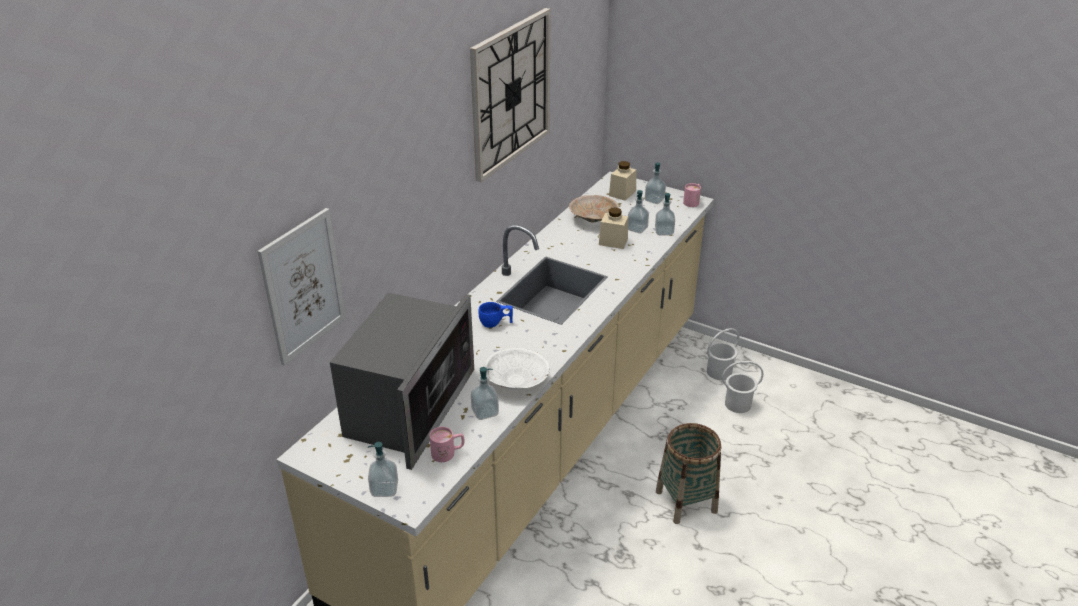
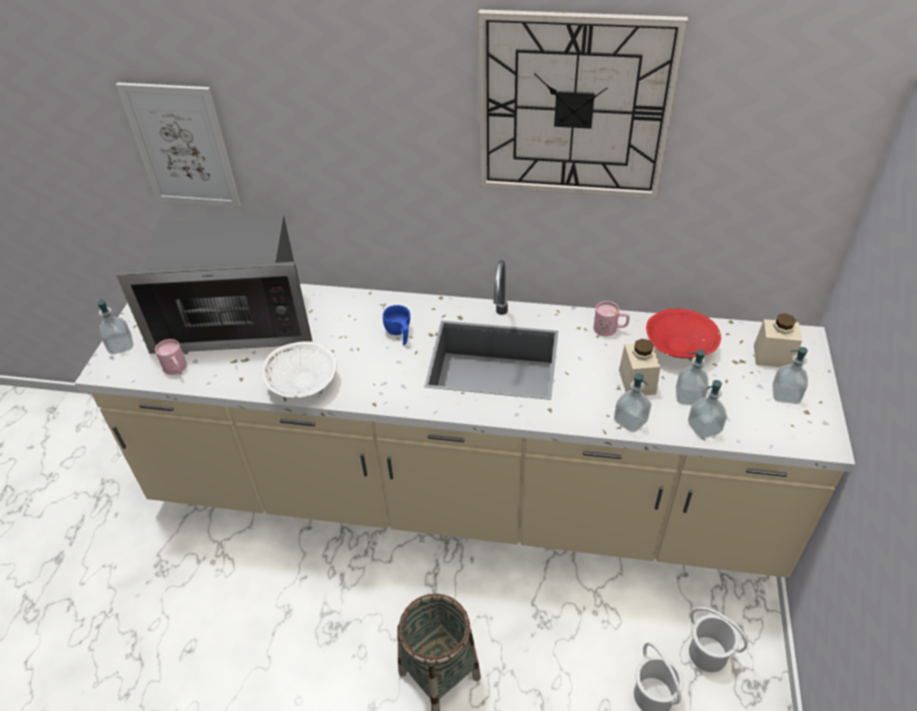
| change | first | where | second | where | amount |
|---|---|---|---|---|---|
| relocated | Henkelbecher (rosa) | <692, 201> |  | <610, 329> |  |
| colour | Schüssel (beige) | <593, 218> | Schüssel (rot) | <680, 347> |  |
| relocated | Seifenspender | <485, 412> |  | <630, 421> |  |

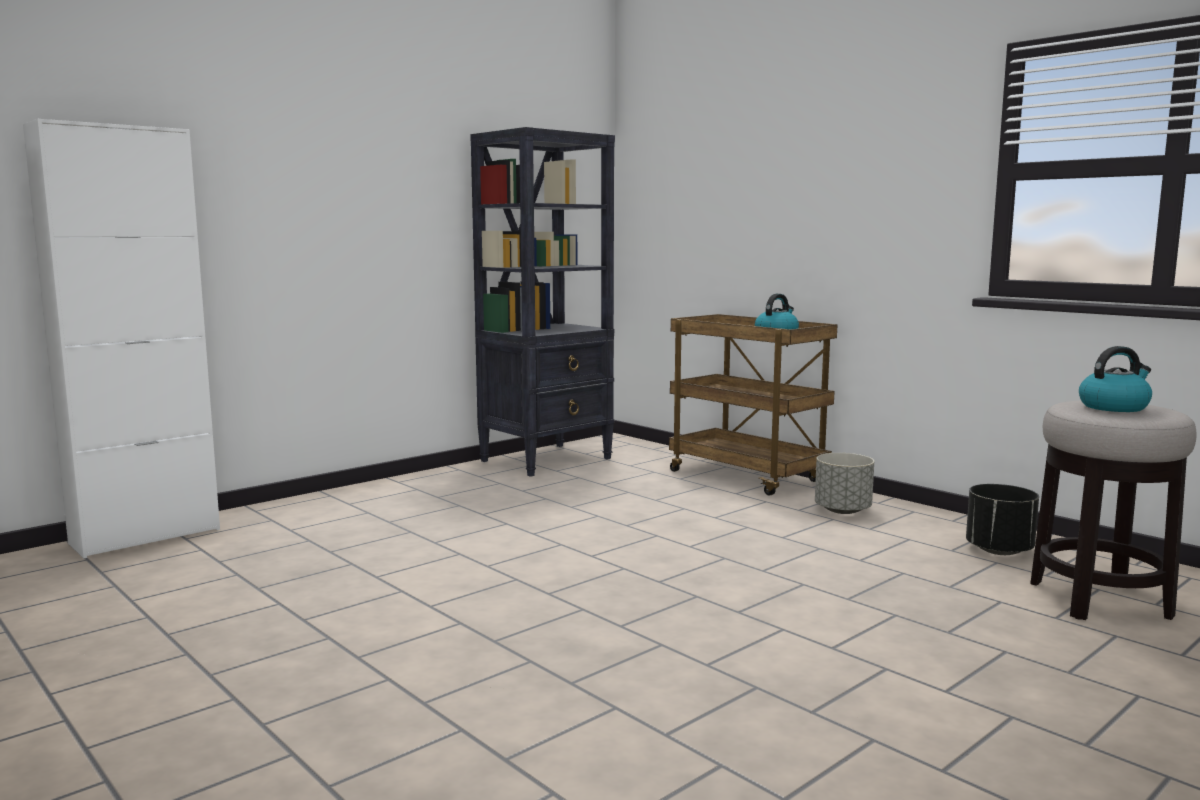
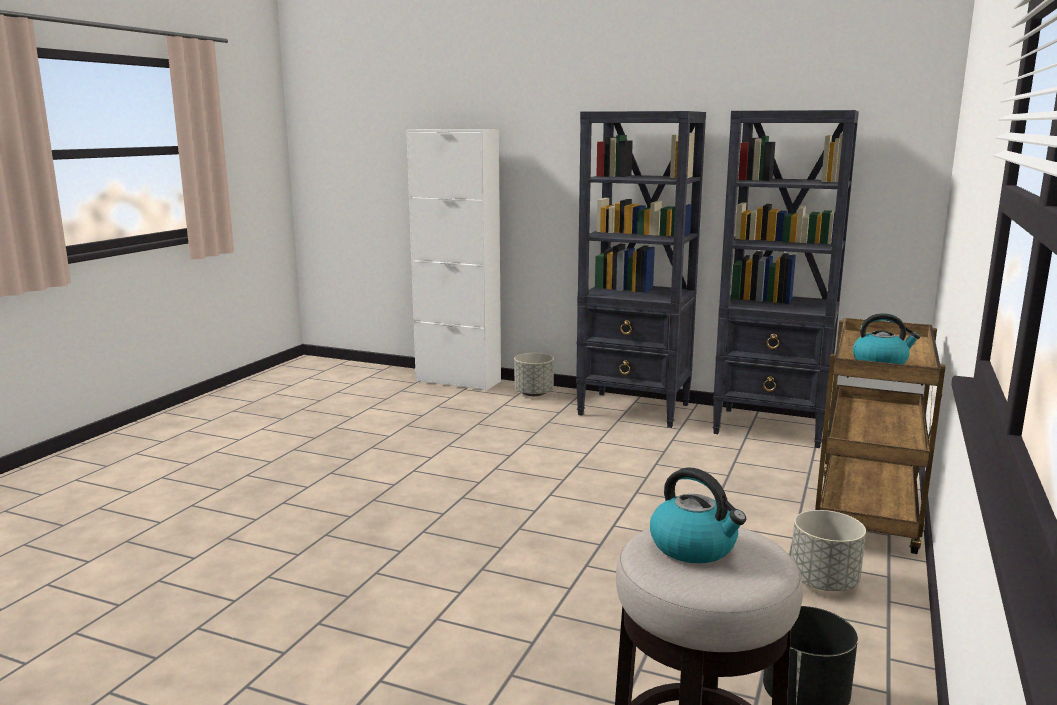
| change | first | where | second | where | amount |
|---|---|---|---|---|---|
| appeared |  |  | Bücherregal (schwarz) | <635, 410> |  |
| appeared |  |  | Pflanzkübel (grau) | <533, 393> |  |

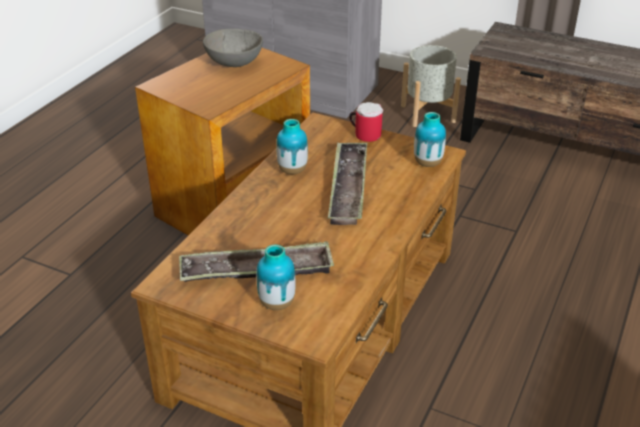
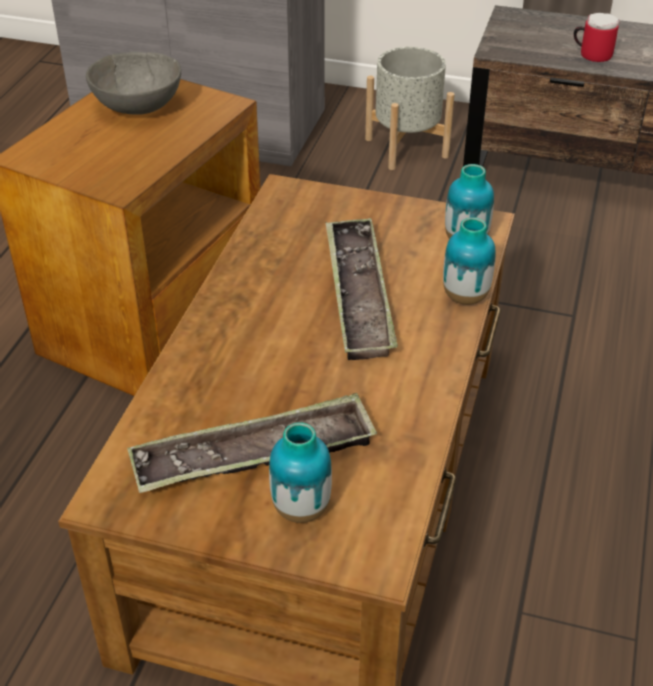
| change | first | where | second | where | amount |
|---|---|---|---|---|---|
| relocated | Henkelbecher | <365, 134> |  | <591, 54> |  |
| relocated | Vase | <292, 170> |  | <465, 297> |  |

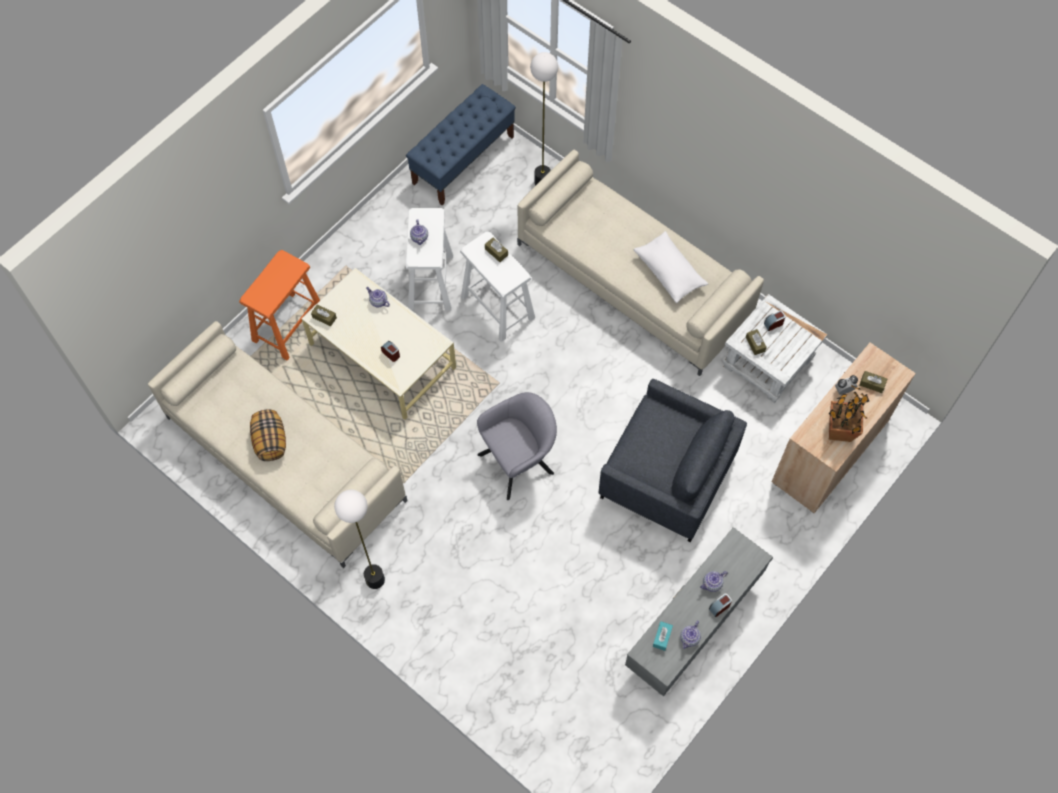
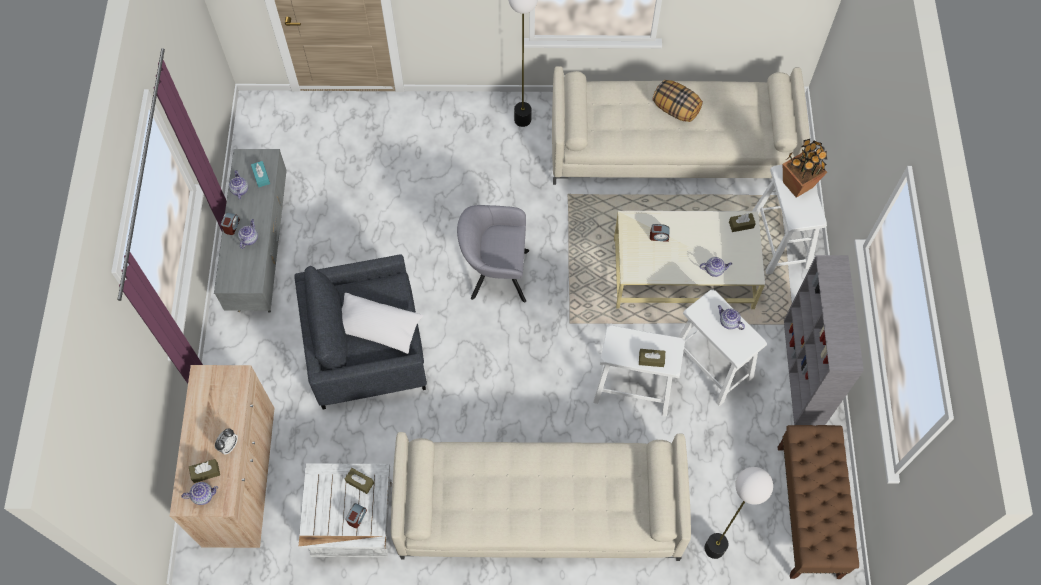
| change | first | where | second | where | amount |
|---|---|---|---|---|---|
| colour | Bank (blau) | <463, 159> | Bank (braun) | <808, 511> |  |
| relocated | Kissen (weiß) | <669, 272> |  | <377, 328> |  |
| colour | Hocker (orange) | <289, 325> | Hocker (weiß) | <780, 241> |  |
| relocated | Topfpflanze | <839, 431> |  | <798, 184> |  |
| spun | Sessel (grau) | <519, 461> |  | <495, 273> | 75 degrees clockwise |
| appeared |  |  | Bücherregal (grau) | <804, 373> |  |
| appeared |  |  | Teekanne | <203, 495> |  |

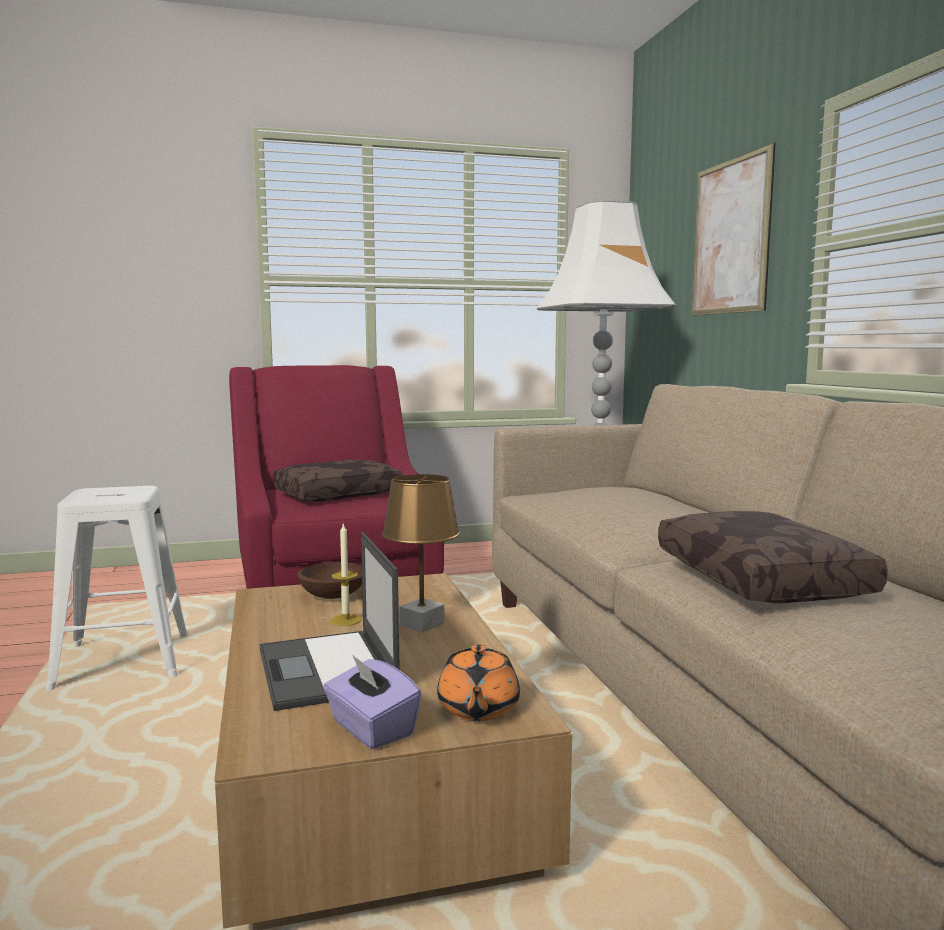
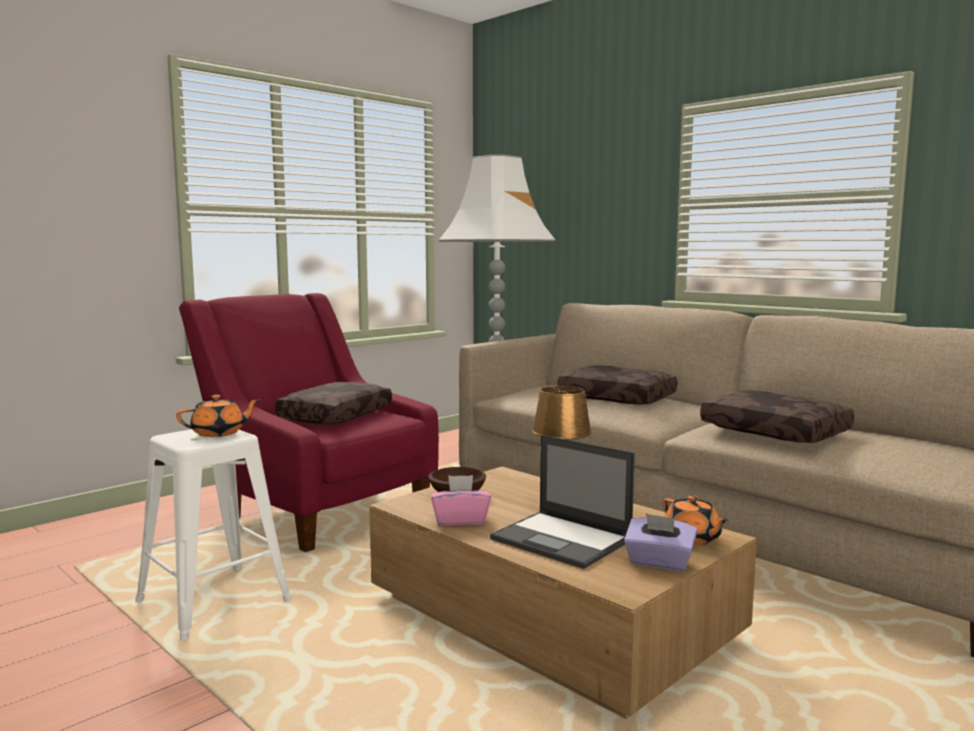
| change | first | where | second | where | amount |
|---|---|---|---|---|---|
| missing | Bild | <730, 237> |  |  |  |
| missing | Kerze | <345, 620> |  |  |  |
| appeared |  |  | Kissen (braun) | <618, 398> |  |
| appeared |  |  | Teekanne (orange) | <219, 433> |  |
| appeared |  |  | Taschentuchbox (rosa) | <460, 520> |  |

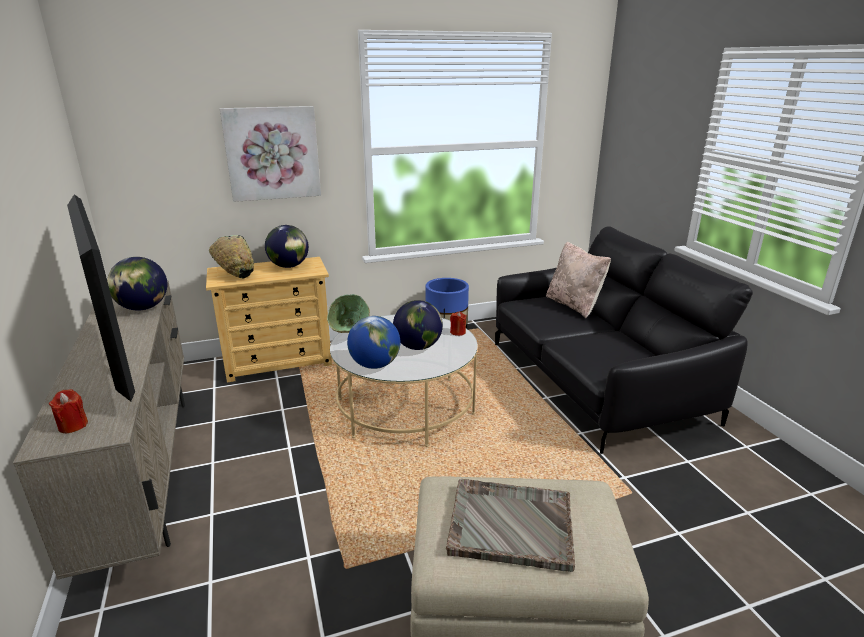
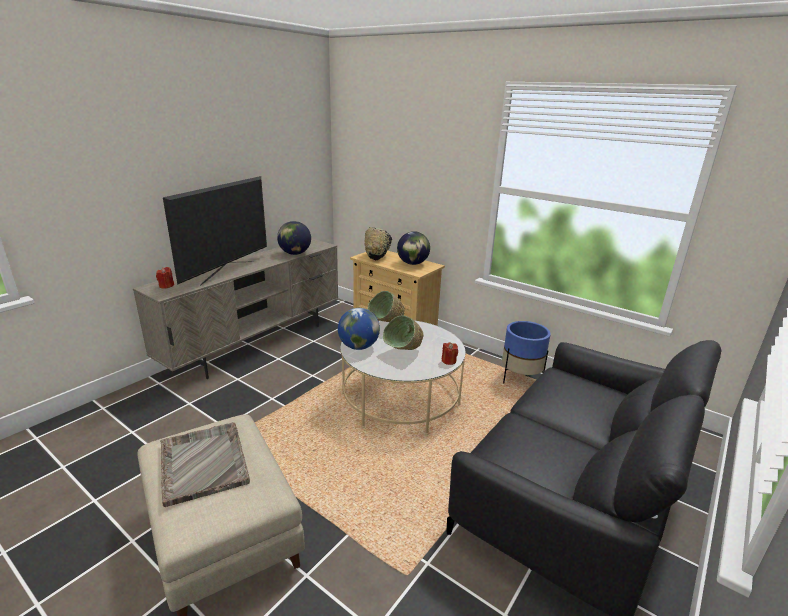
| change | first | where | second | where | amount |
|---|---|---|---|---|---|
| missing | Bild | <272, 153> |  |  |  |
| missing | Kissen (beige) | <574, 305> |  |  |  |
| exchanged | Globus | <418, 347> | Schüssel (grün) | <404, 353> |  |

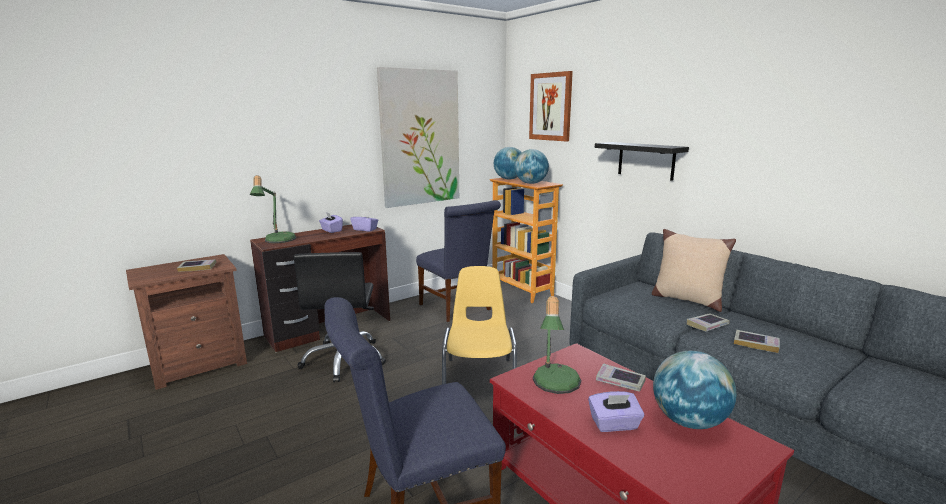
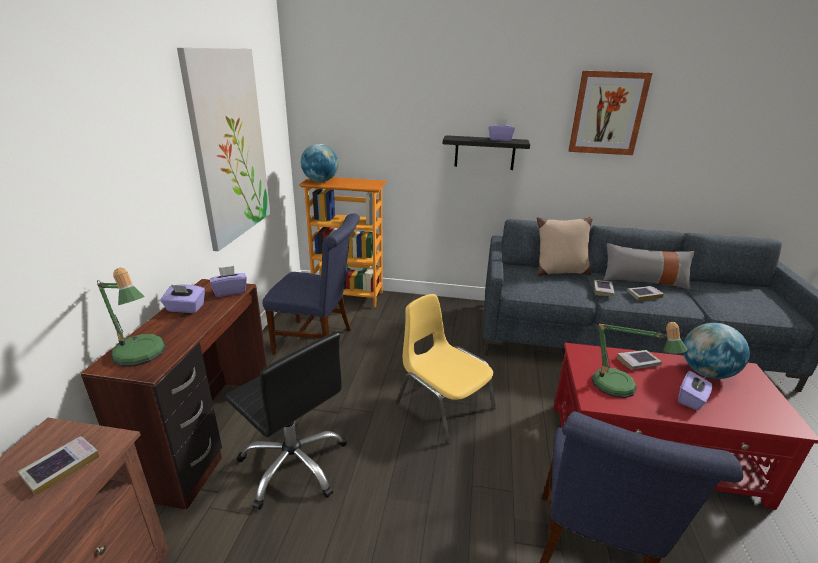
| change | first | where | second | where | amount |
|---|---|---|---|---|---|
| relocated | Bild | <550, 107> |  | <607, 113> |  |
| missing | Globus | <531, 183> |  |  |  |
| appeared |  |  | Taschentuchbox (lila) | <500, 139> |  |
| appeared |  |  | Kissen (grau) | <644, 281> |  |

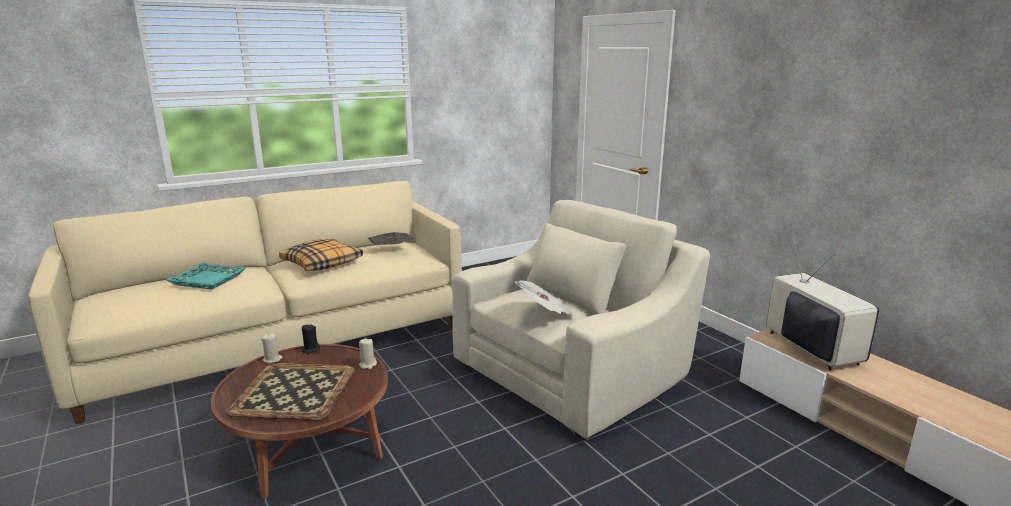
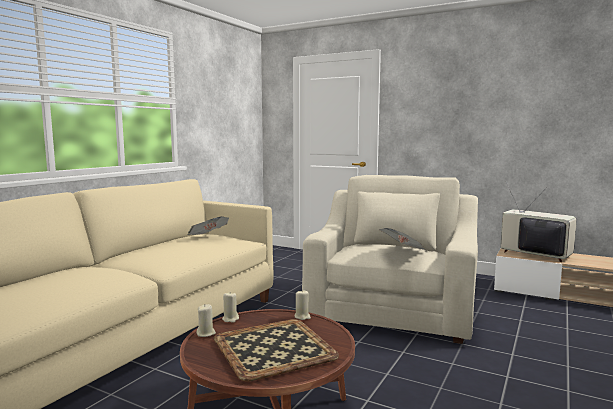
| change | first | where | second | where | amount |
|---|---|---|---|---|---|
| missing | Kissen | <322, 263> |  |  |  |
| missing | Tablett (türkis) | <208, 280> |  |  |  |
| colour | Kerze (schwarz) | <311, 349> | Kerze (beige) | <230, 319> |  |

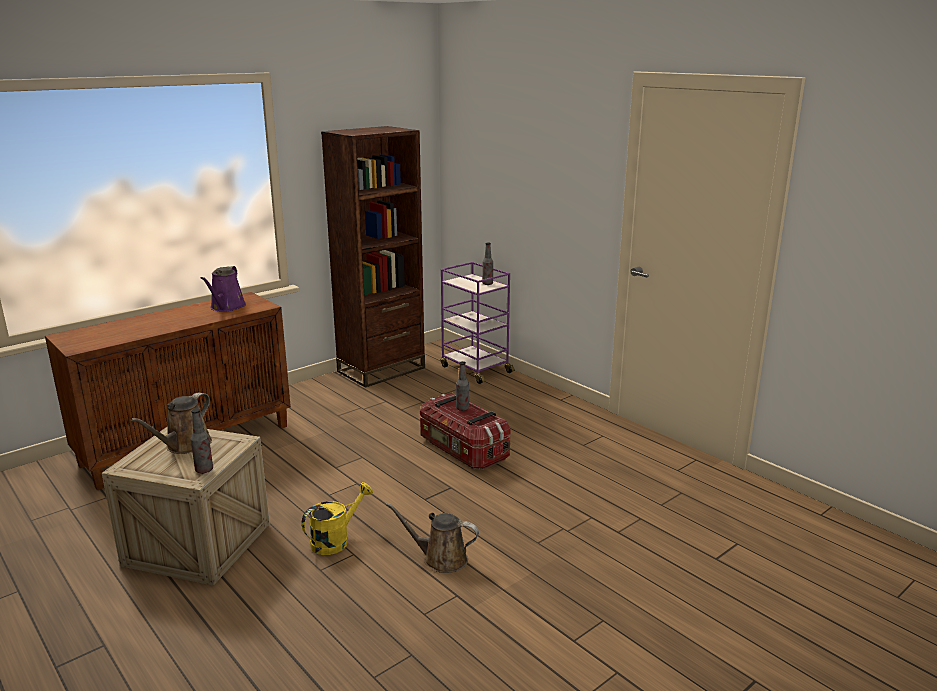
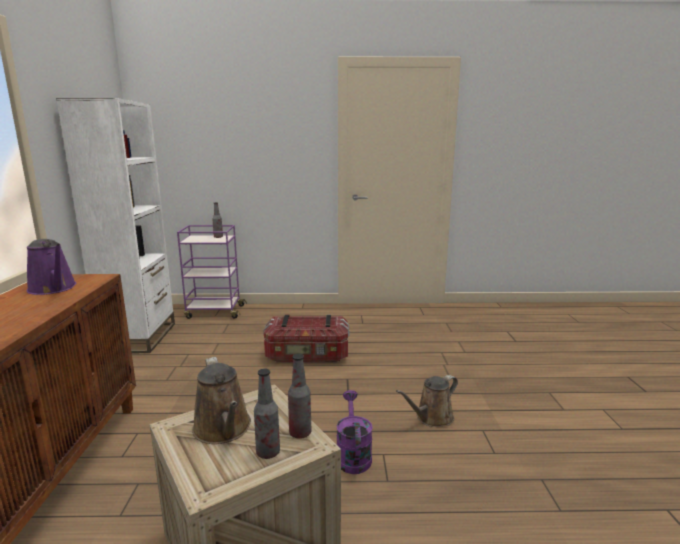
| change | first | where | second | where | amount |
|---|---|---|---|---|---|
| colour | Bücherregal (braun) | <381, 370> | Bücherregal (weiß) | <139, 337> |  |
| relocated | Flasche | <462, 408> |  | <268, 452> |  |
| colour | Gießkanne (gelb) | <336, 540> | Gießkanne (lila) | <352, 455> |  |

